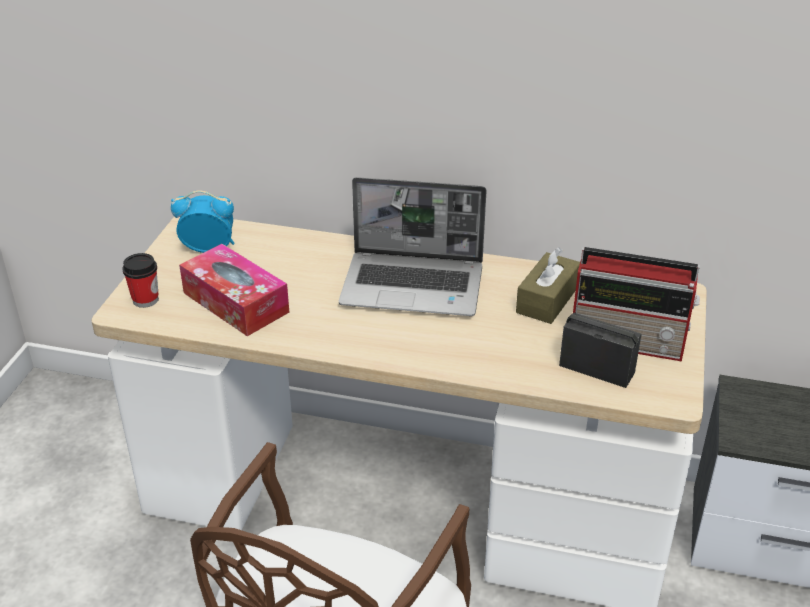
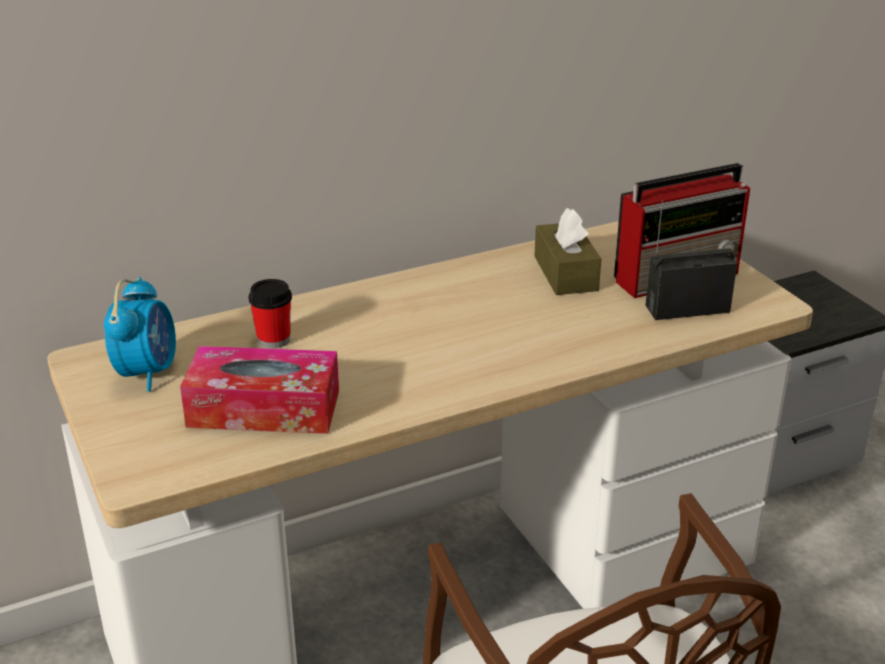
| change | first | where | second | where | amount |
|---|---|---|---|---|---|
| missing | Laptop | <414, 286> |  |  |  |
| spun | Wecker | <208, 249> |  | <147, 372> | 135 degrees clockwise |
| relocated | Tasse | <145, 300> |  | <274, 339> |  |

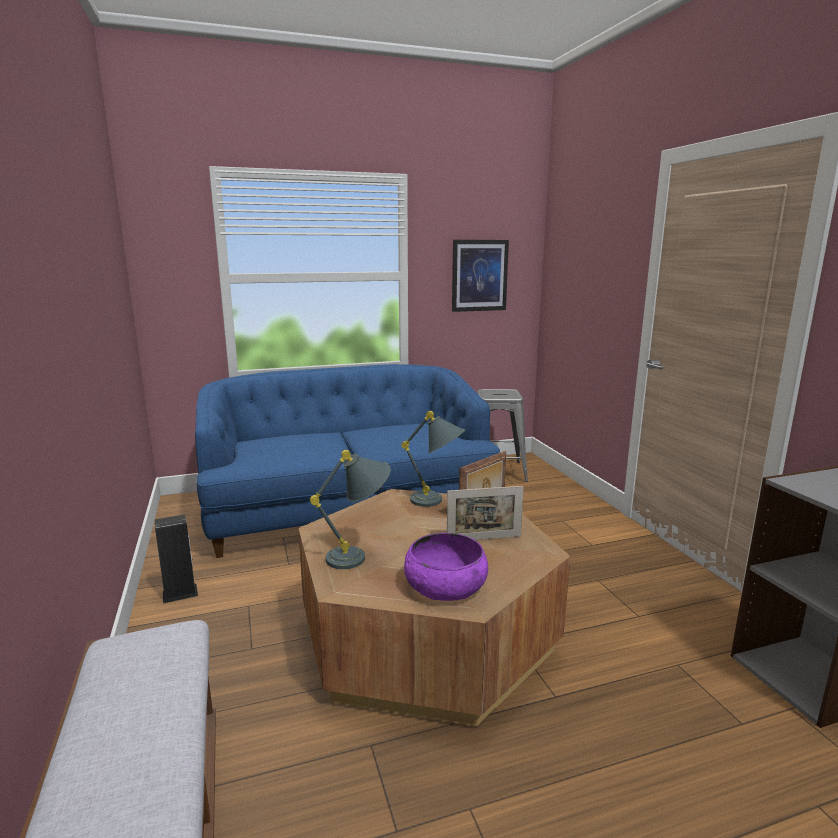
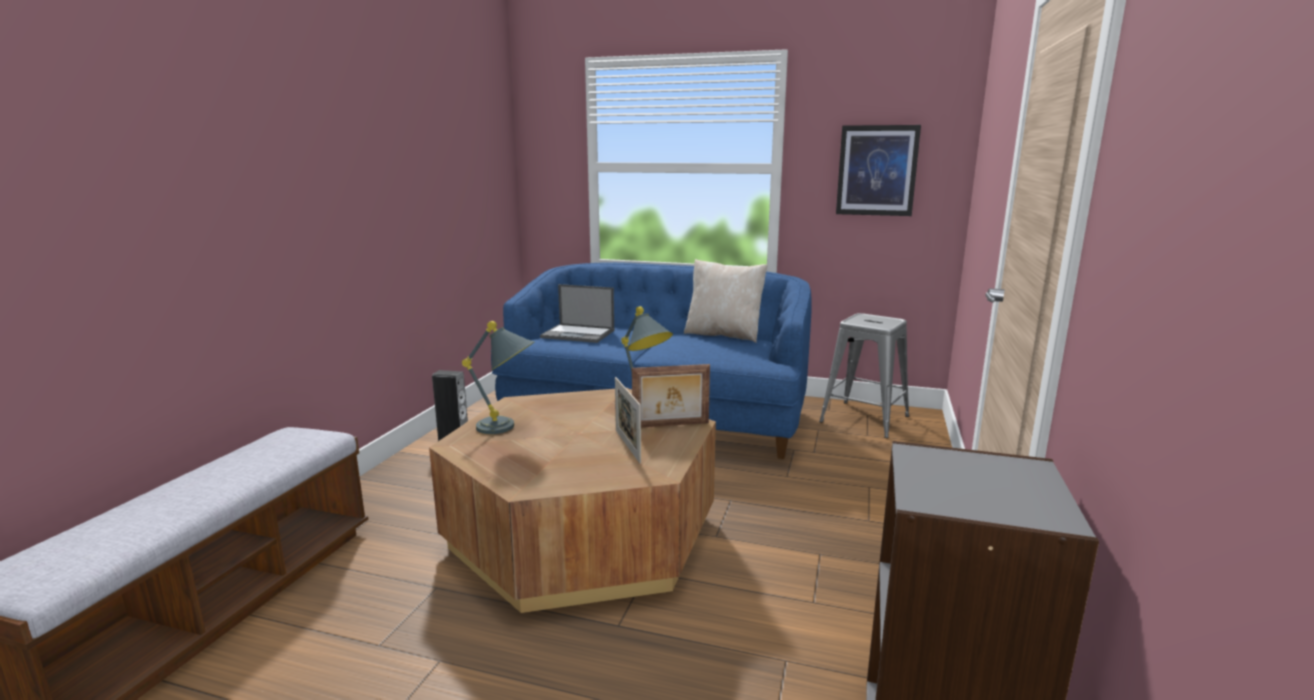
| change | first | where | second | where | amount |
|---|---|---|---|---|---|
| spun | Bilderrahmen | <484, 539> |  | <627, 446> | 45 degrees clockwise |
| missing | Schüssel (lila) | <446, 585> |  |  |  |
| appeared |  |  | Kissen (beige) | <724, 335> |  |
| appeared |  |  | Laptop | <579, 334> |  |

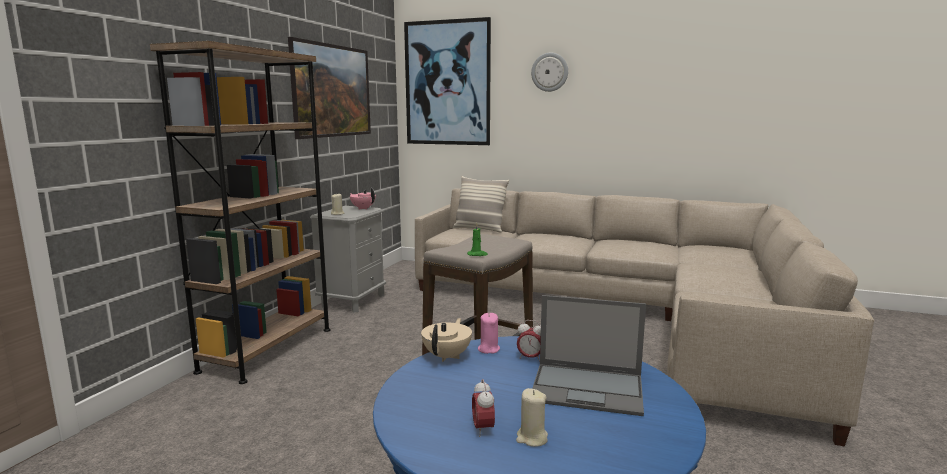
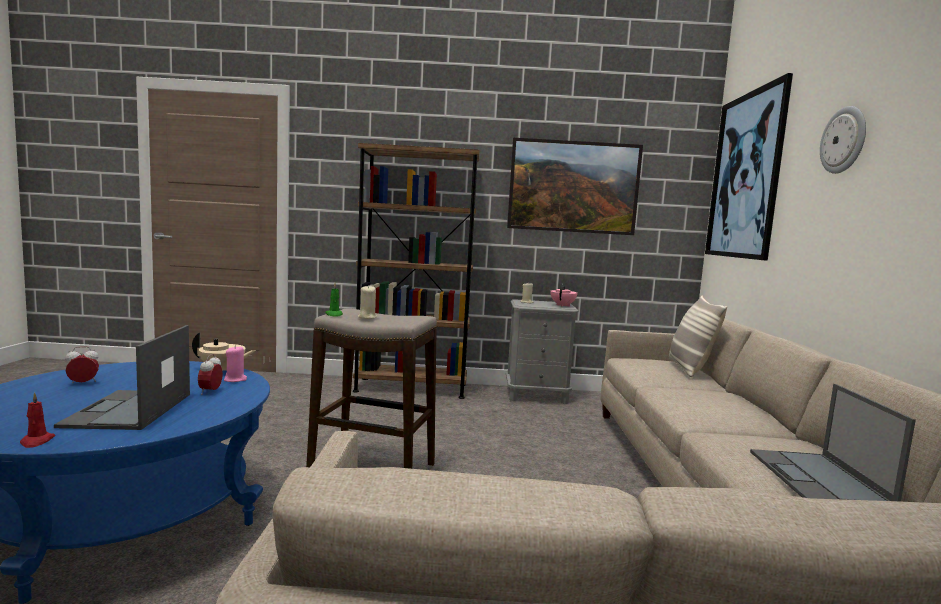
| change | first | where | second | where | amount |
|---|---|---|---|---|---|
| relocated | Kerze (beige) | <531, 438> |  | <367, 317> |  |
| appeared |  |  | Laptop | <818, 479> |  |
| appeared |  |  | Kerze (rot) | <36, 441> |  |

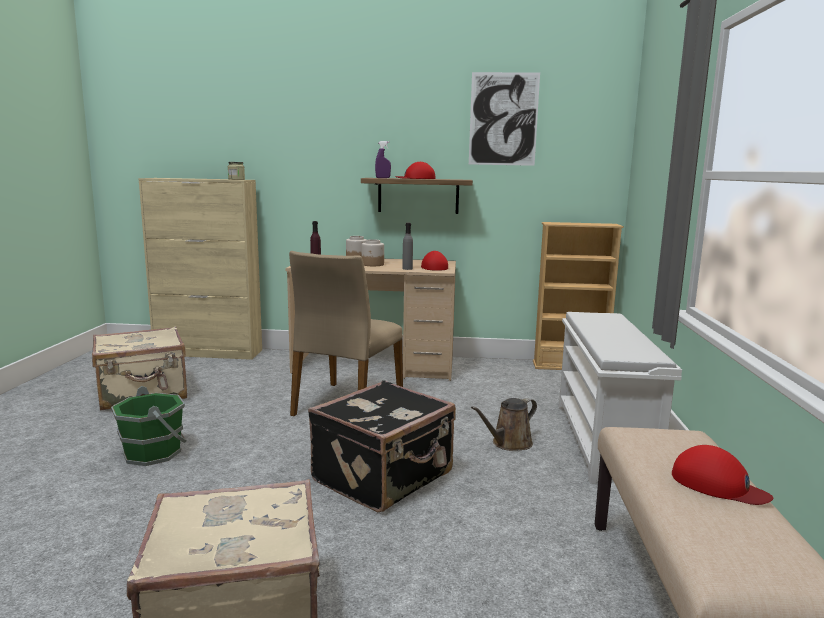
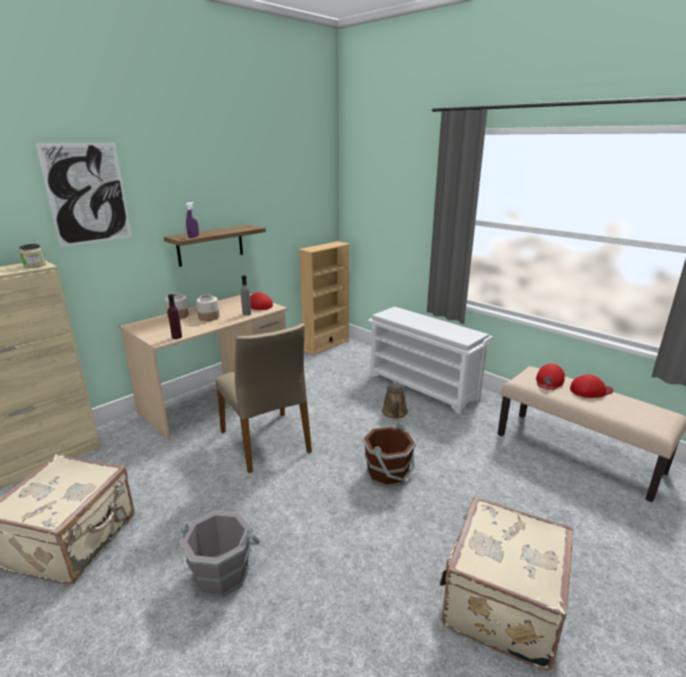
| change | first | where | second | where | amount |
|---|---|---|---|---|---|
| relocated | Bild | <503, 119> |  | <87, 194> |  |
| relocated | Kappe (rot) | <416, 178> |  | <549, 381> |  |
| exchanged | Koffer (schwarz) | <385, 477> | Eimer (braun) | <388, 473> |  |
| colour | Eimer (grün) | <153, 452> | Eimer (grau) | <221, 572> |  |

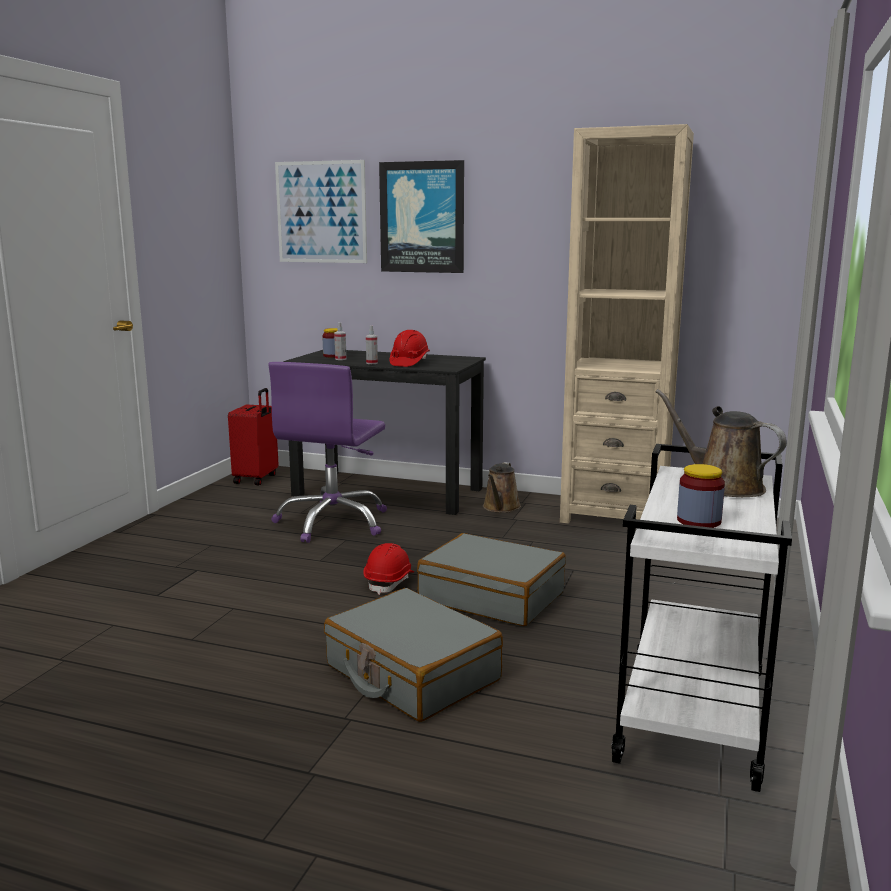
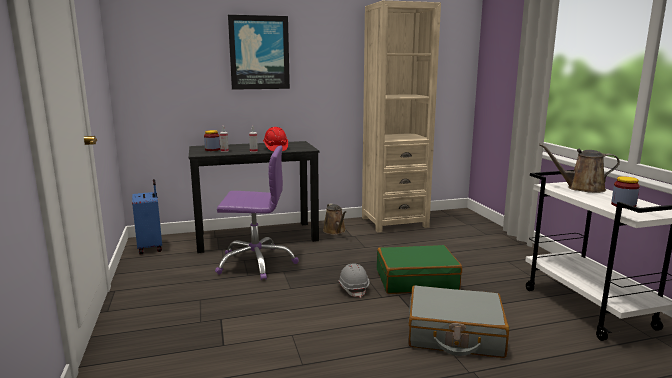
| change | first | where | second | where | amount |
|---|---|---|---|---|---|
| missing | Bild | <321, 212> |  |  |  |
| spun | Bürostuhl (lila) | <333, 522> |  | <256, 263> | 75 degrees counterclockwise |
| colour | Koffer (rot) | <257, 479> | Koffer (blau) | <151, 247> |  |
| colour | Koffer (grau) | <492, 596> | Koffer (grün) | <416, 280> |  |
| colour | Schutzhelm (rot) | <390, 582> | Schutzhelm (grau) | <353, 288> |  |

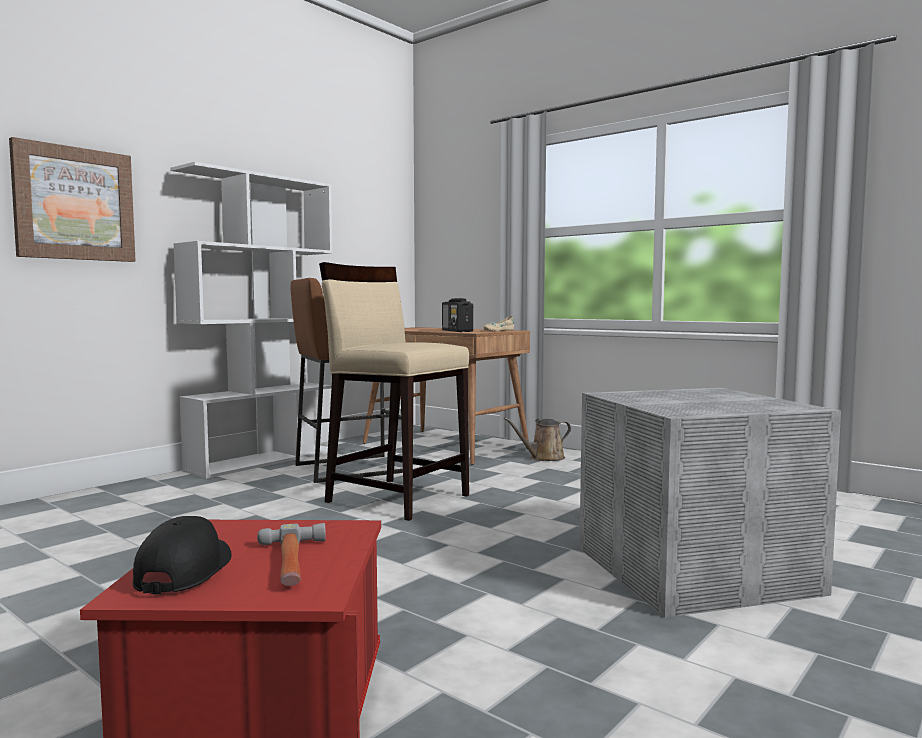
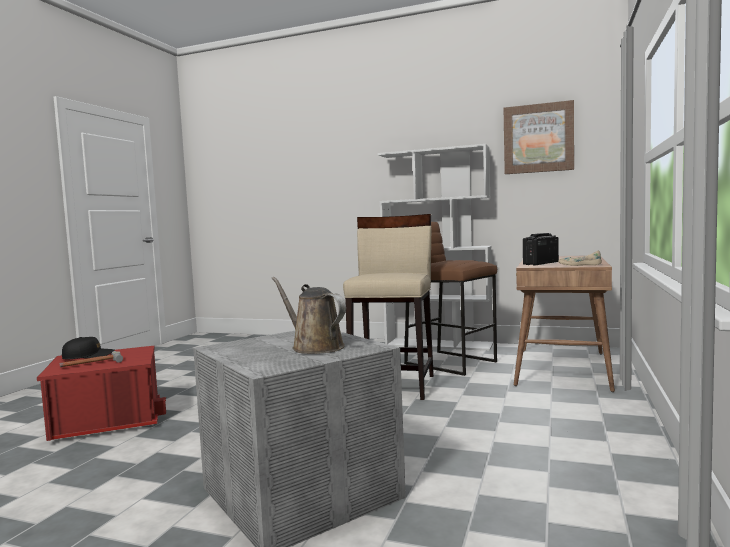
| change | first | where | second | where | amount |
|---|---|---|---|---|---|
| relocated | Bild | <74, 204> |  | <538, 138> |  |
| relocated | Gießkanne (braun) | <544, 458> |  | <314, 347> |  |

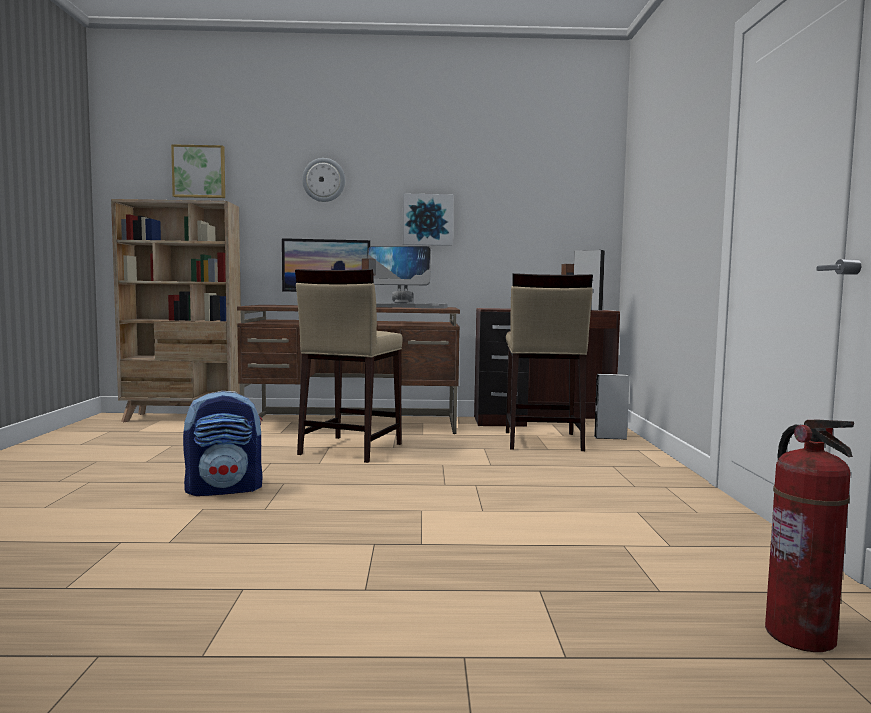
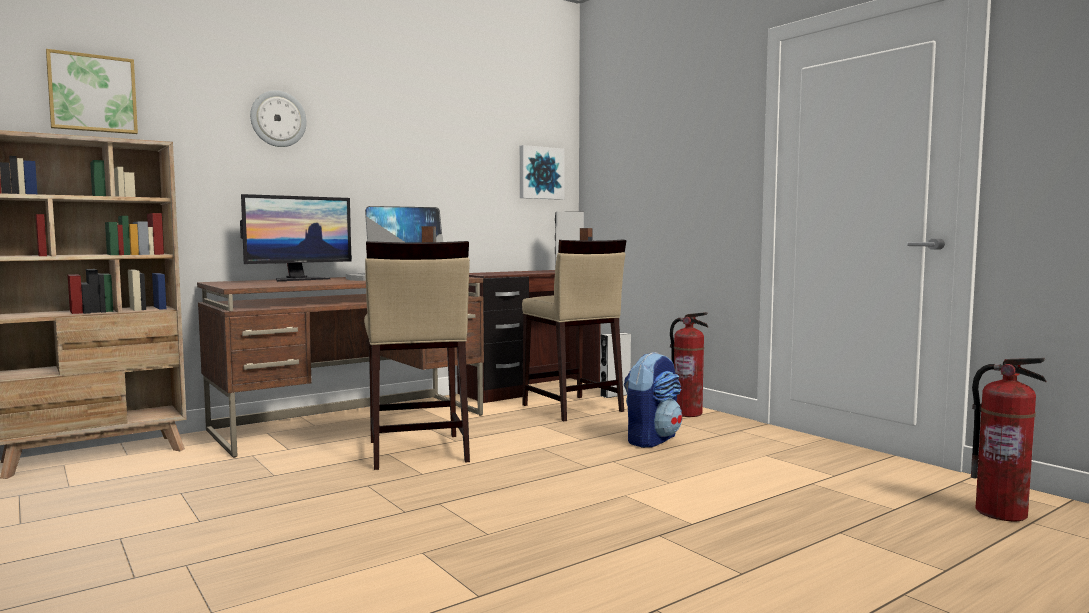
| change | first | where | second | where | amount |
|---|---|---|---|---|---|
| relocated | Bild | <427, 220> |  | <540, 173> |  |
| relocated | Rucksack | <225, 489> |  | <651, 440> |  |
| appeared |  |  | Feuerlöscher | <687, 413> |  |

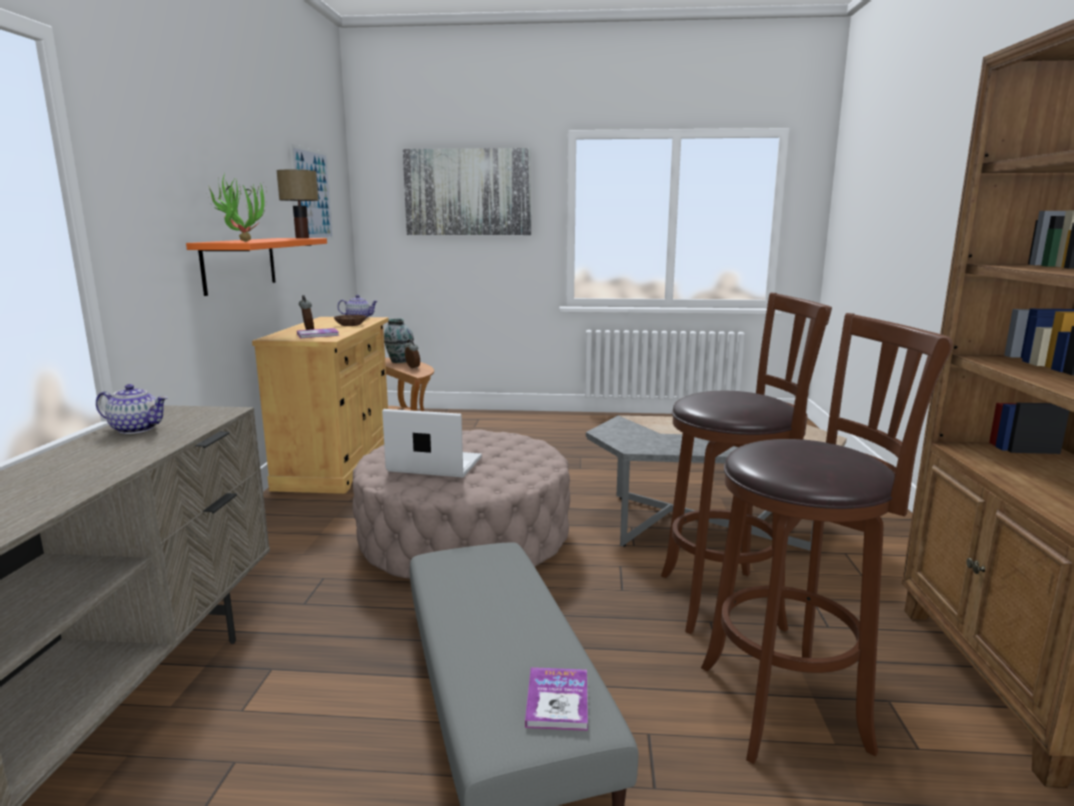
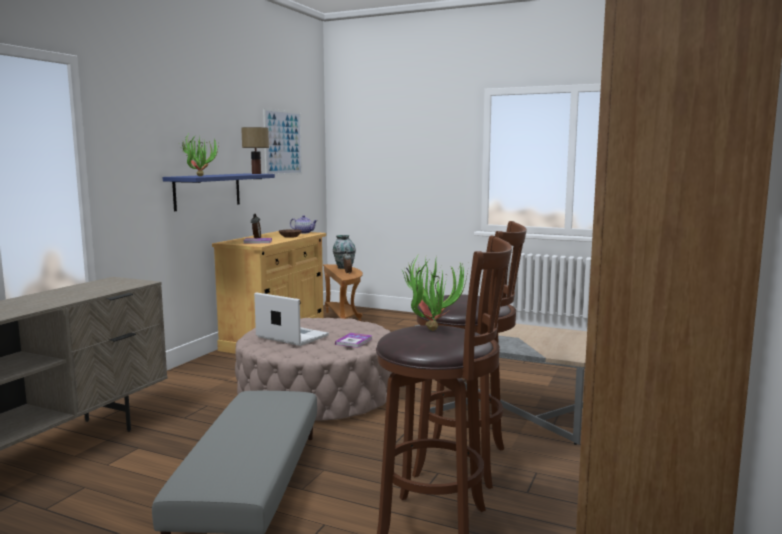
| change | first | where | second | where | amount |
|---|---|---|---|---|---|
| missing | Bild | <468, 192> |  |  |  |
| colour | Wandregal (orange) | <239, 264> | Wandregal (blau) | <207, 191> |  |
| missing | Teekanne | <137, 429> |  |  |  |
| relocated | Buch | <557, 700> |  | <354, 341> |  |
| appeared |  |  | Topfpflanze | <431, 327> |  |

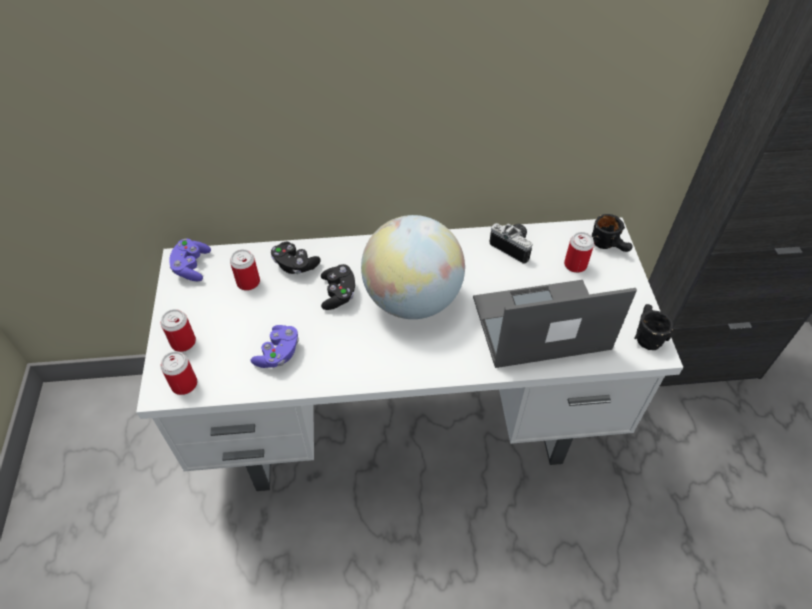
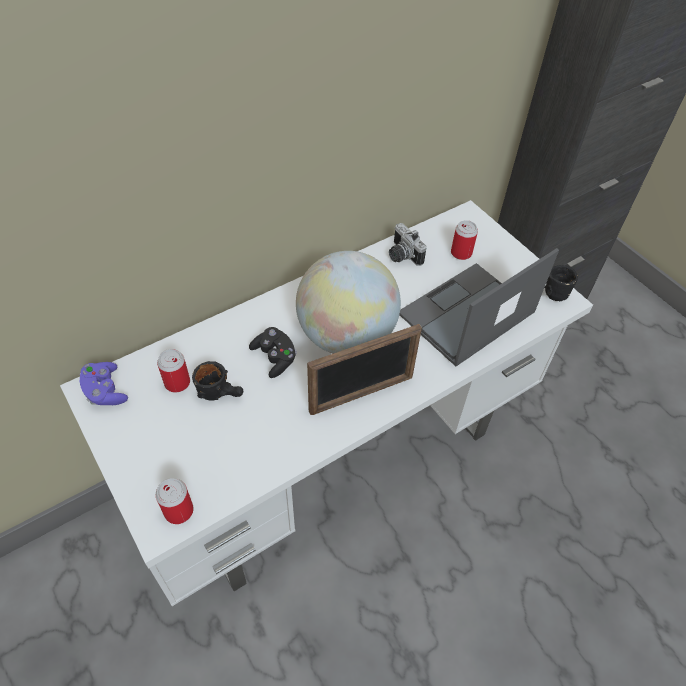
| change | first | where | second | where | amount |
|---|---|---|---|---|---|
| relocated | Henkelbecher (schwarz) | <610, 245> |  | <222, 392> |  |
| spun | Kamera | <514, 246> |  | <401, 255> | 135 degrees counterclockwise |
| missing | Gamepad (schwarz) | <295, 265> |  |  |  |
| missing | Dose | <183, 342> |  |  |  |
| missing | Gamepad (lila) | <278, 354> |  |  |  |
| appeared |  |  | Bilderrahmen | <362, 394> |  |

